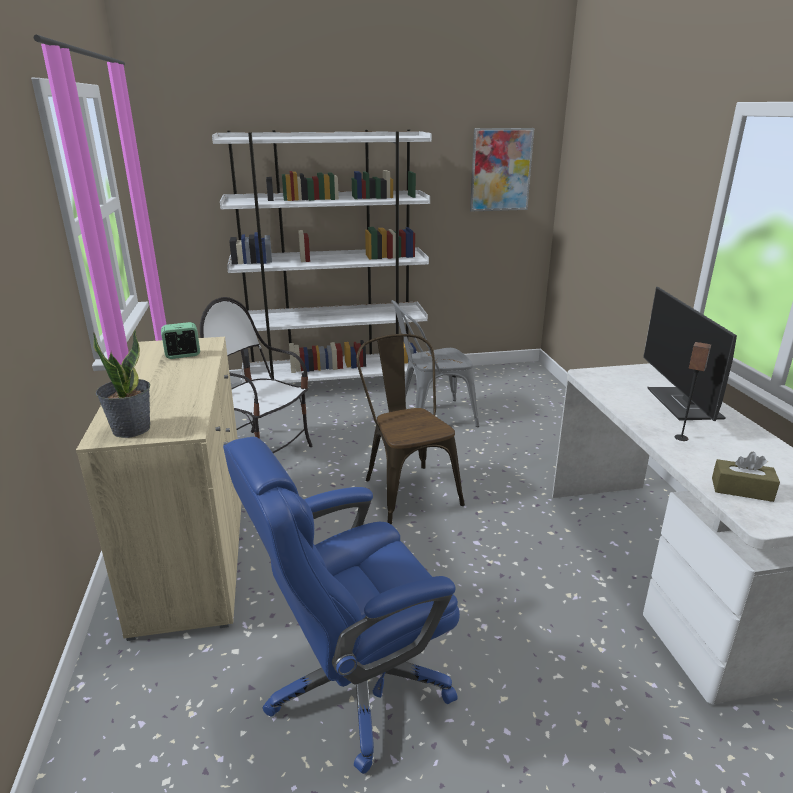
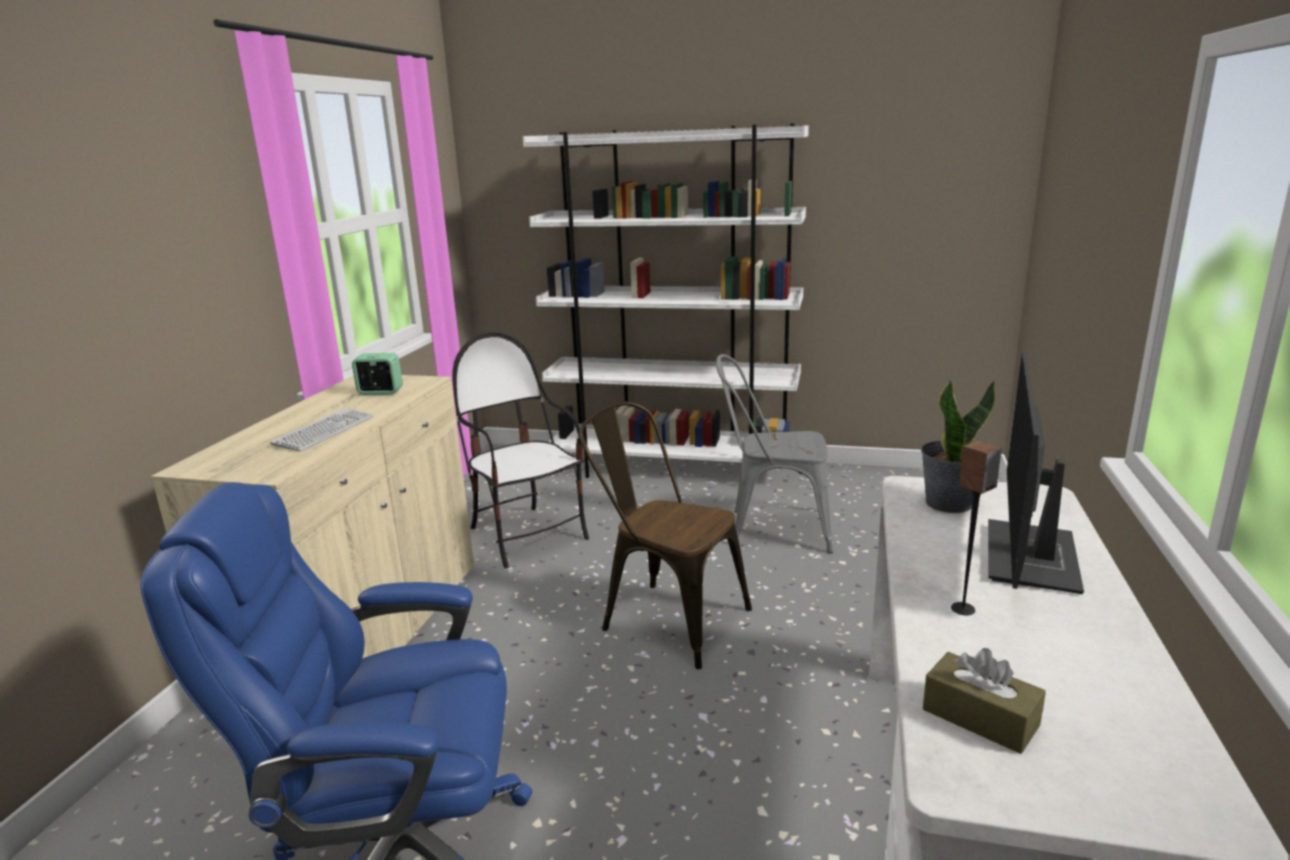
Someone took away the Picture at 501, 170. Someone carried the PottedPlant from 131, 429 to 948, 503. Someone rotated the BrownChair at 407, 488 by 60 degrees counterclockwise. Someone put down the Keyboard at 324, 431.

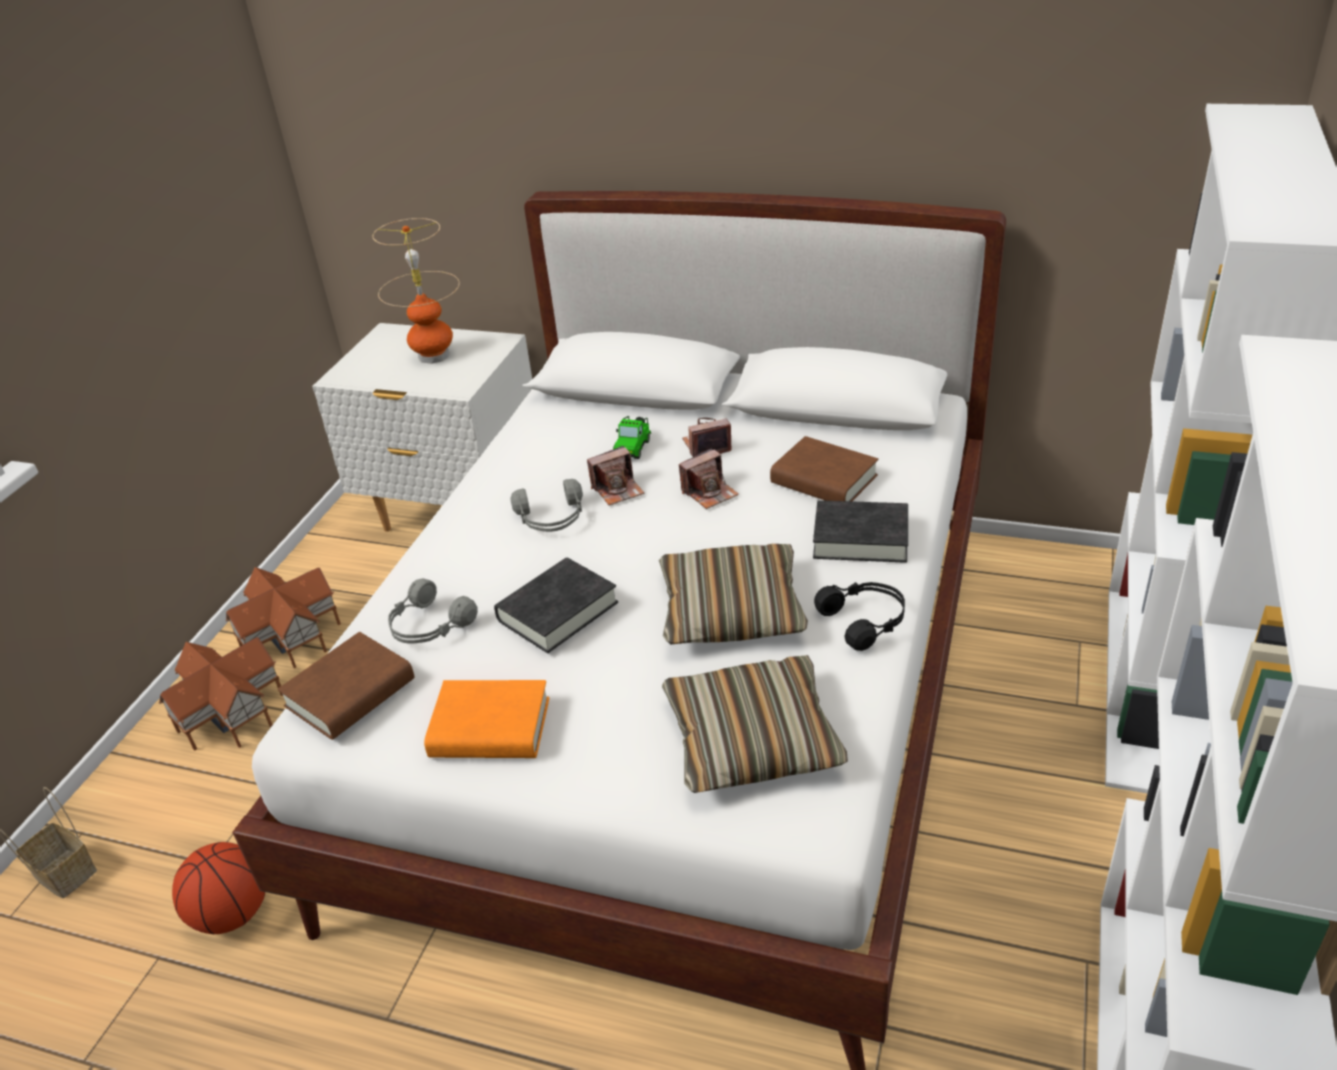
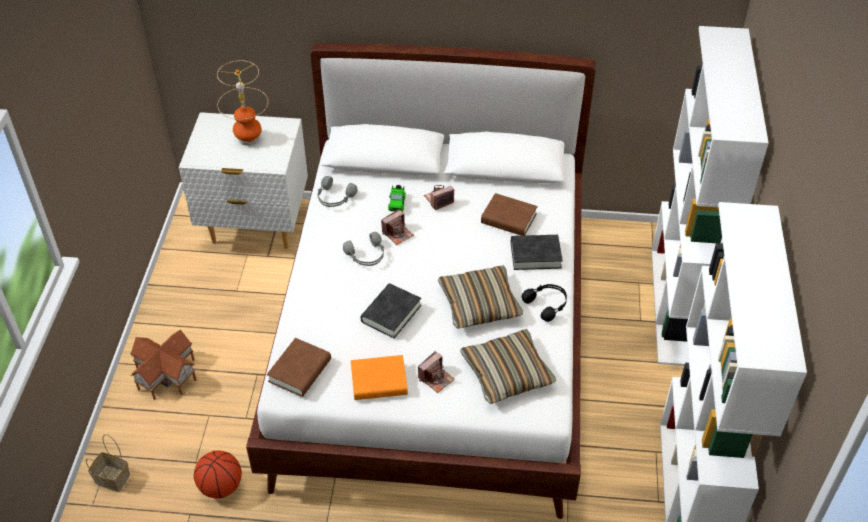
Someone carried the PhotoCamera from 709, 493 to 436, 378. Someone took away the ToyHouse at 292, 635. Someone carried the GreyHeadphones from 428, 626 to 334, 198.

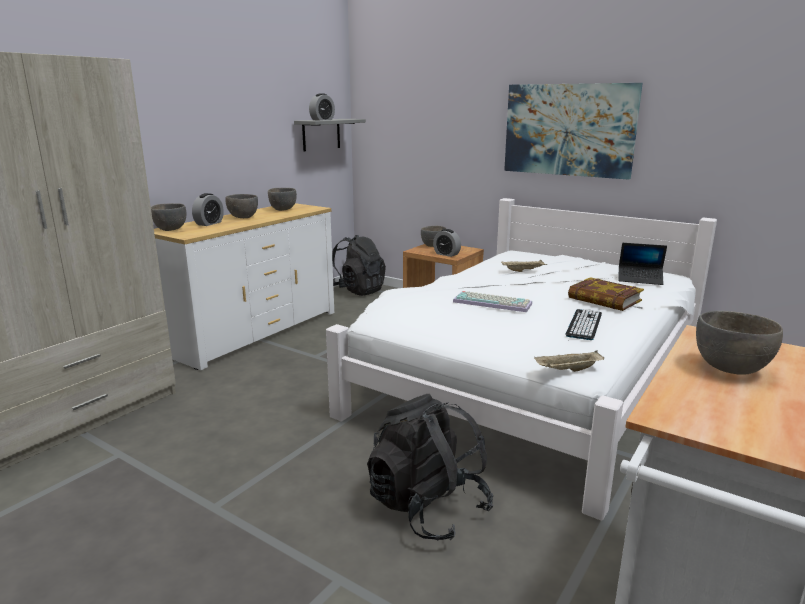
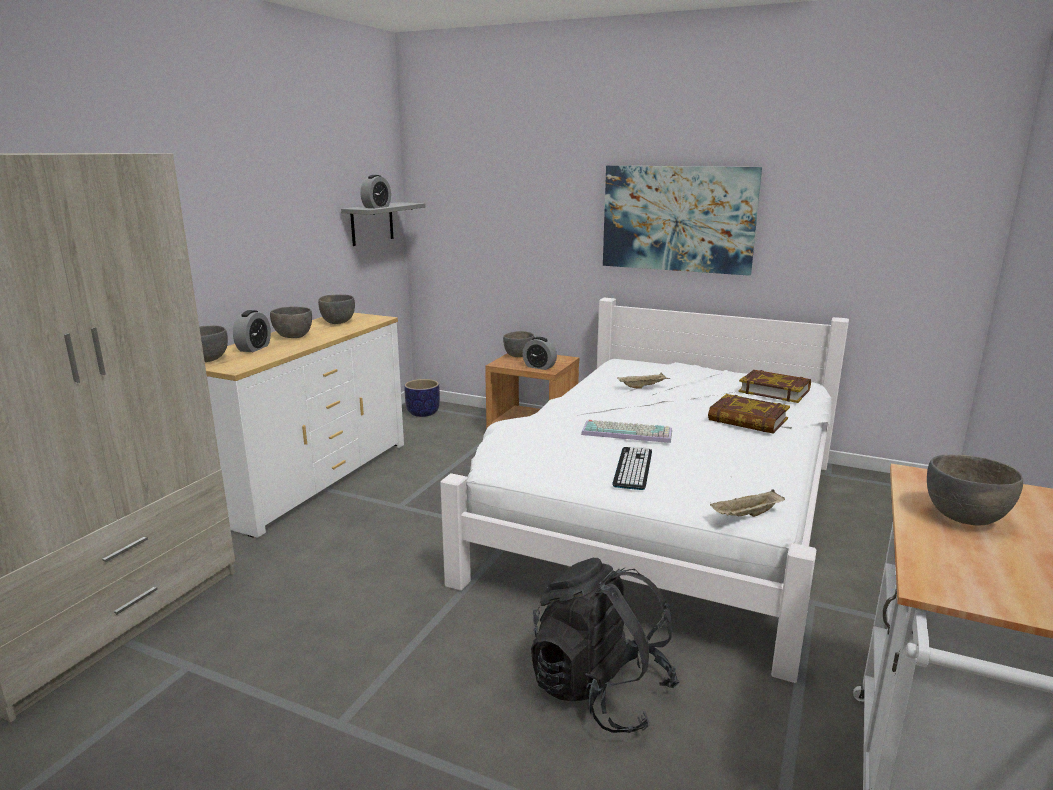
Someone swapped the BlackBackpack at 357, 290 for the Planter at 423, 413. Someone swapped the Laptop at 640, 279 for the Book at 774, 391. Someone carried the Keyboard from 584, 324 to 633, 468.

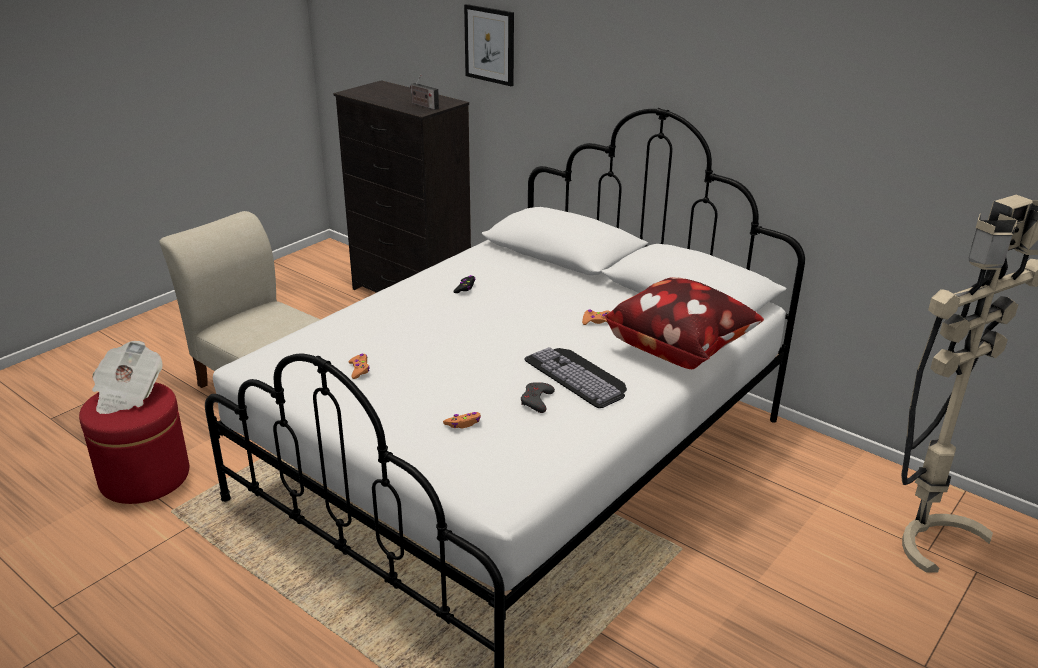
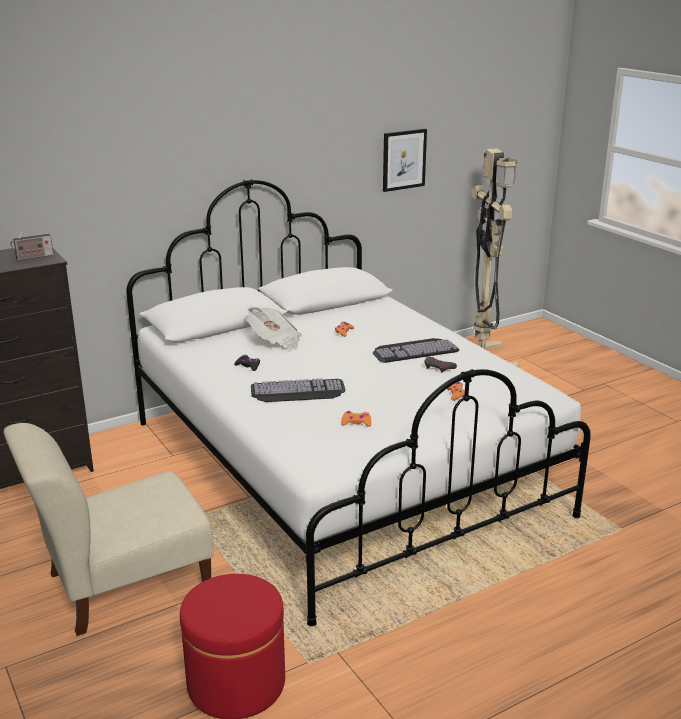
Someone carried the Picture from 490, 45 to 404, 159. Someone took away the Pillow at 679, 348. Someone carried the Newspaper from 128, 394 to 275, 342. Someone put down the Keyboard at 297, 392.

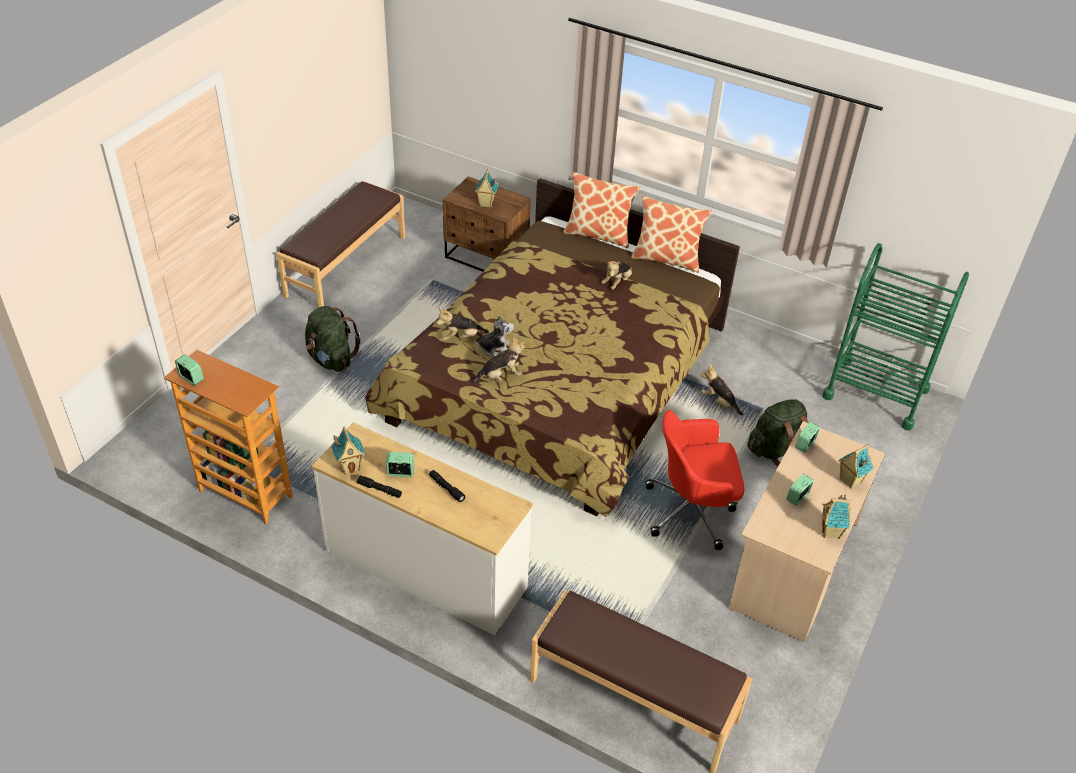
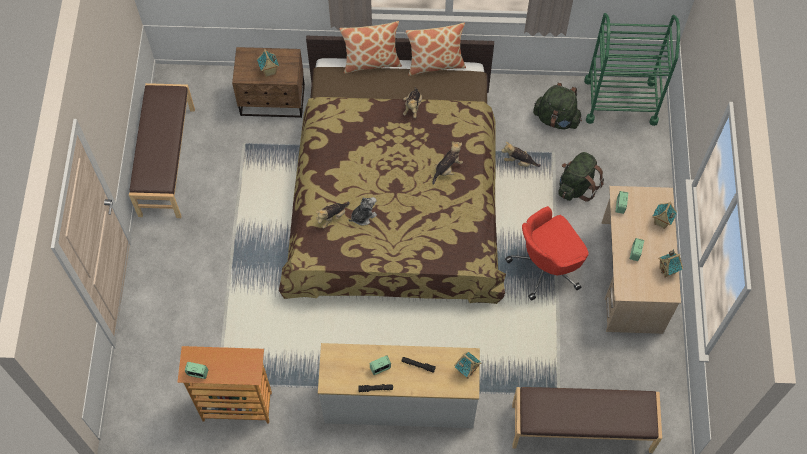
Someone carried the GreenBackpack from 331, 359 to 556, 118. Someone carried the PlushToy from 500, 376 to 447, 169. Someone carried the ToyHouse from 350, 466 to 466, 370.

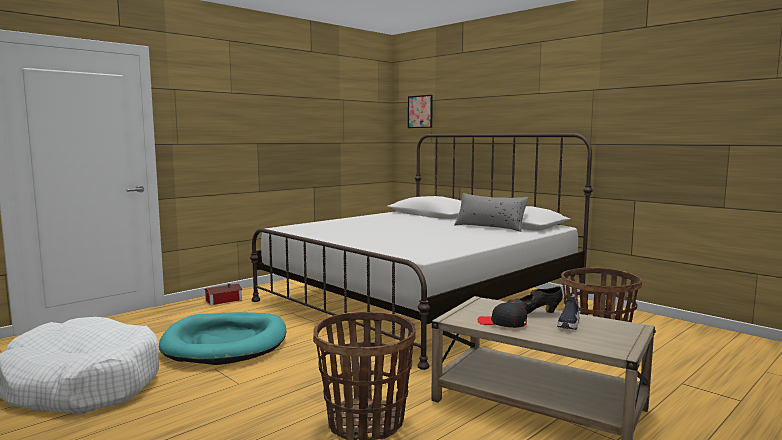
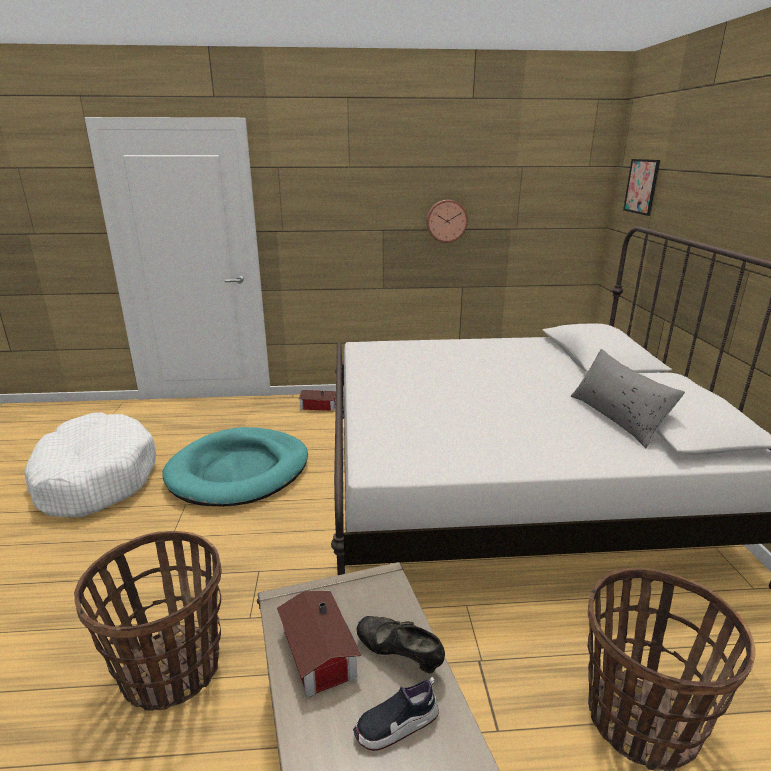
Someone swapped the BlackCap at 502, 323 for the ToyHouse at 317, 655. Someone put up the WallClock at 446, 221.

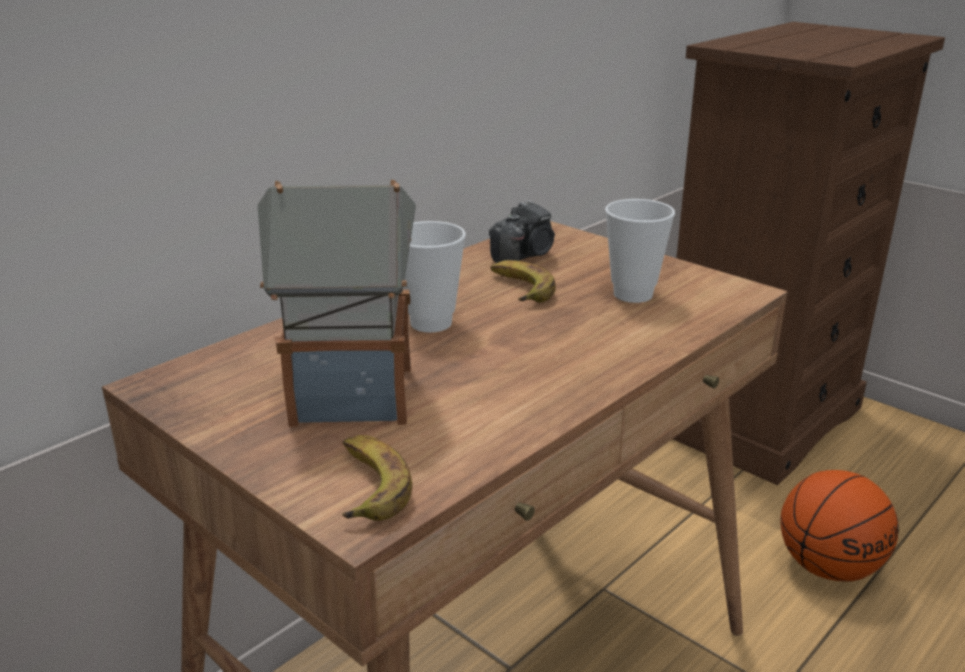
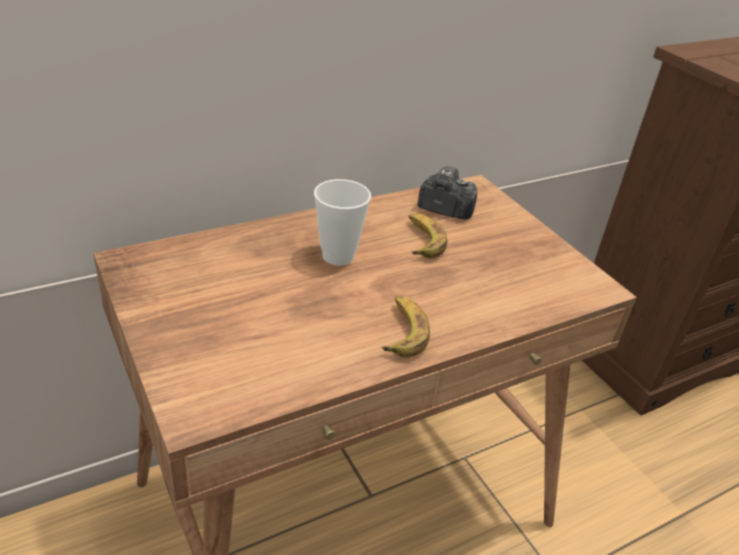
Someone took away the ToyHouse at 348, 396. Someone took away the Cup at 633, 294. Someone rotated the PhotoCamera at 524, 256 by 135 degrees counterclockwise. Someone carried the Banana from 368, 485 to 403, 331. Someone took away the Basketball at 829, 566.

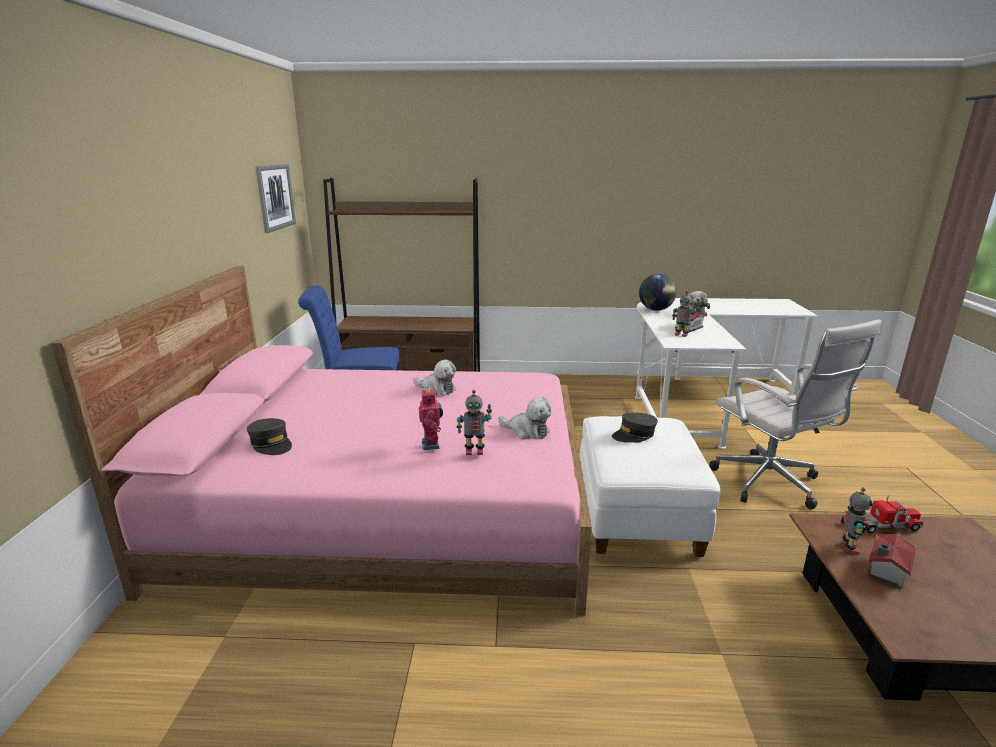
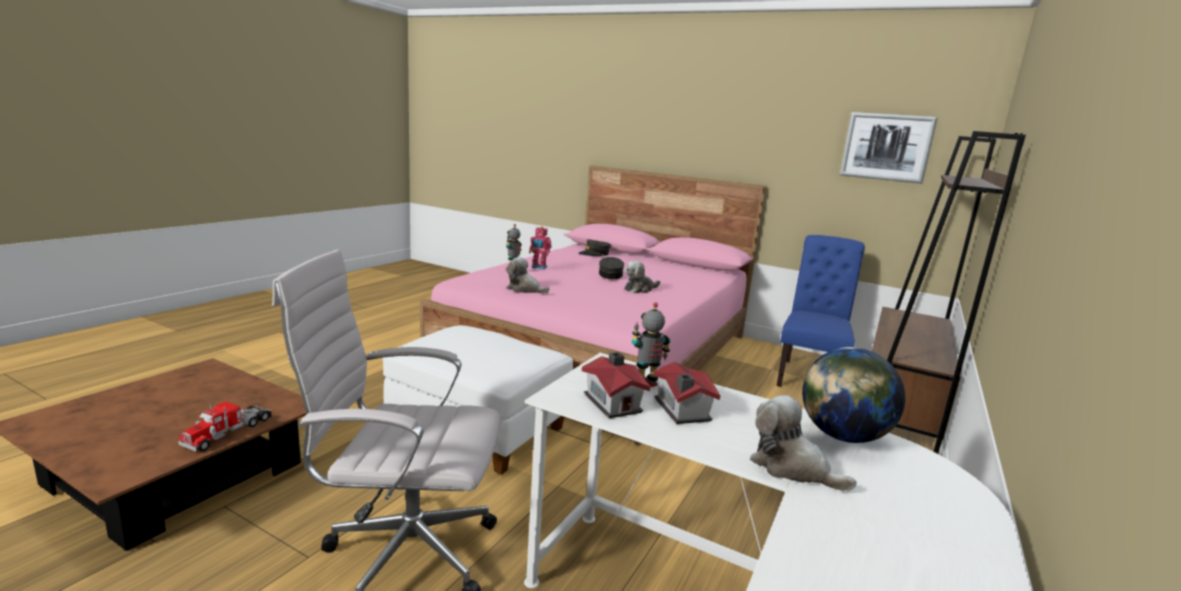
Someone rotated the PlushToy at 527, 431 by 60 degrees clockwise. Someone carried the GreyCap from 634, 435 to 610, 275. Someone took away the ToyRobot at 848, 548. Someone carried the ToyHouse from 885, 571 to 613, 402.

